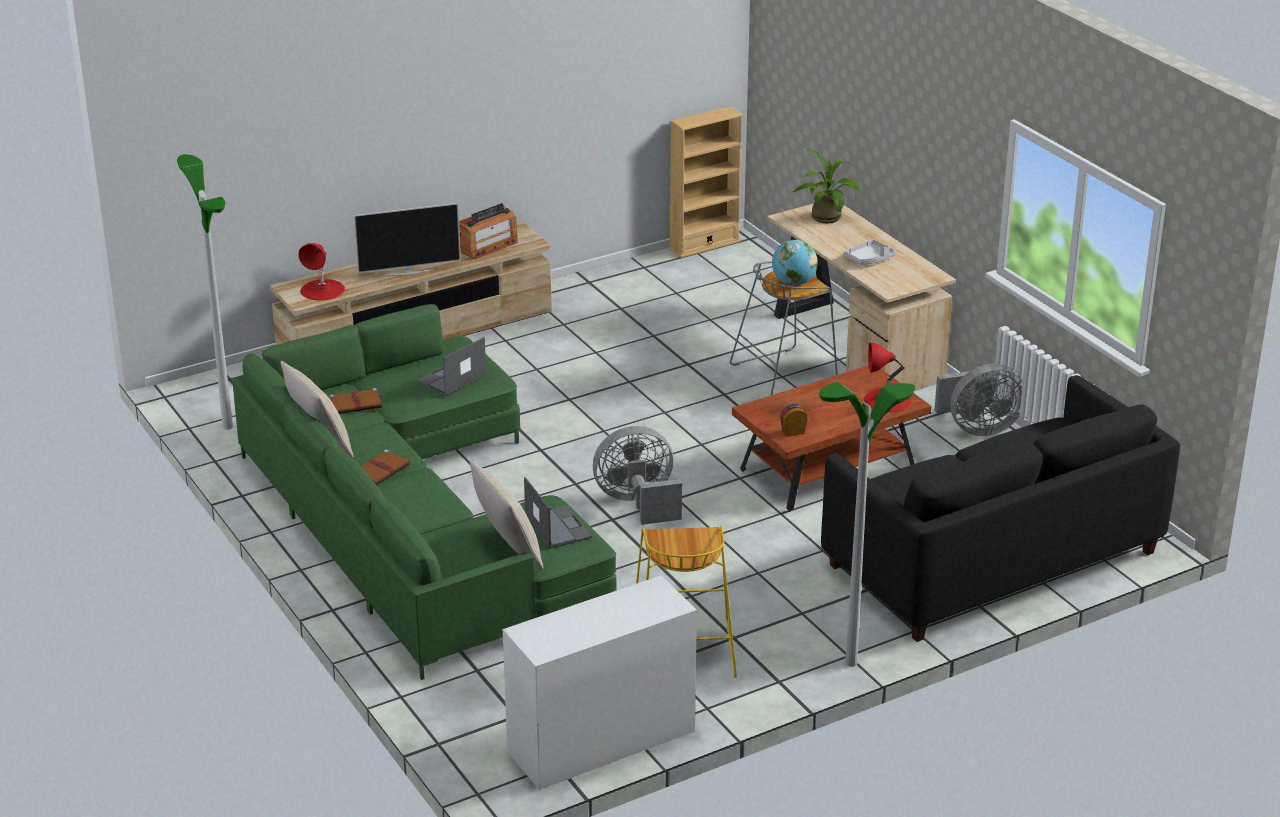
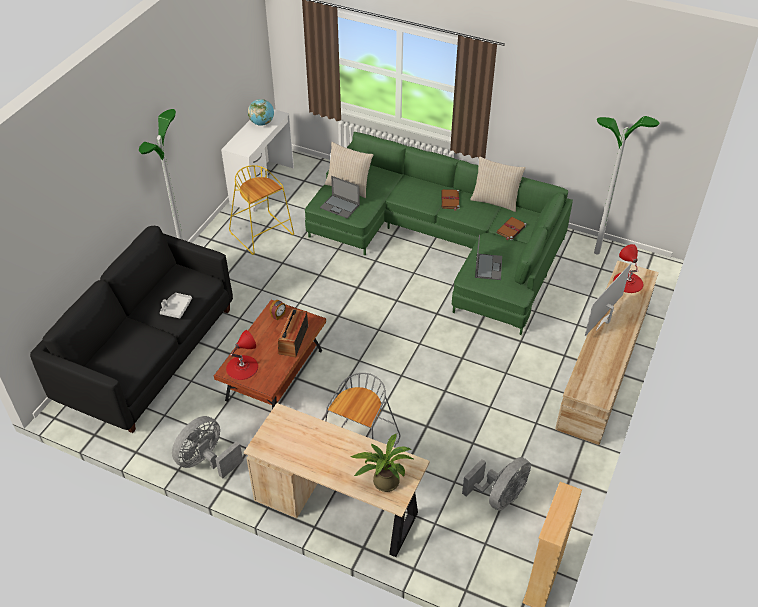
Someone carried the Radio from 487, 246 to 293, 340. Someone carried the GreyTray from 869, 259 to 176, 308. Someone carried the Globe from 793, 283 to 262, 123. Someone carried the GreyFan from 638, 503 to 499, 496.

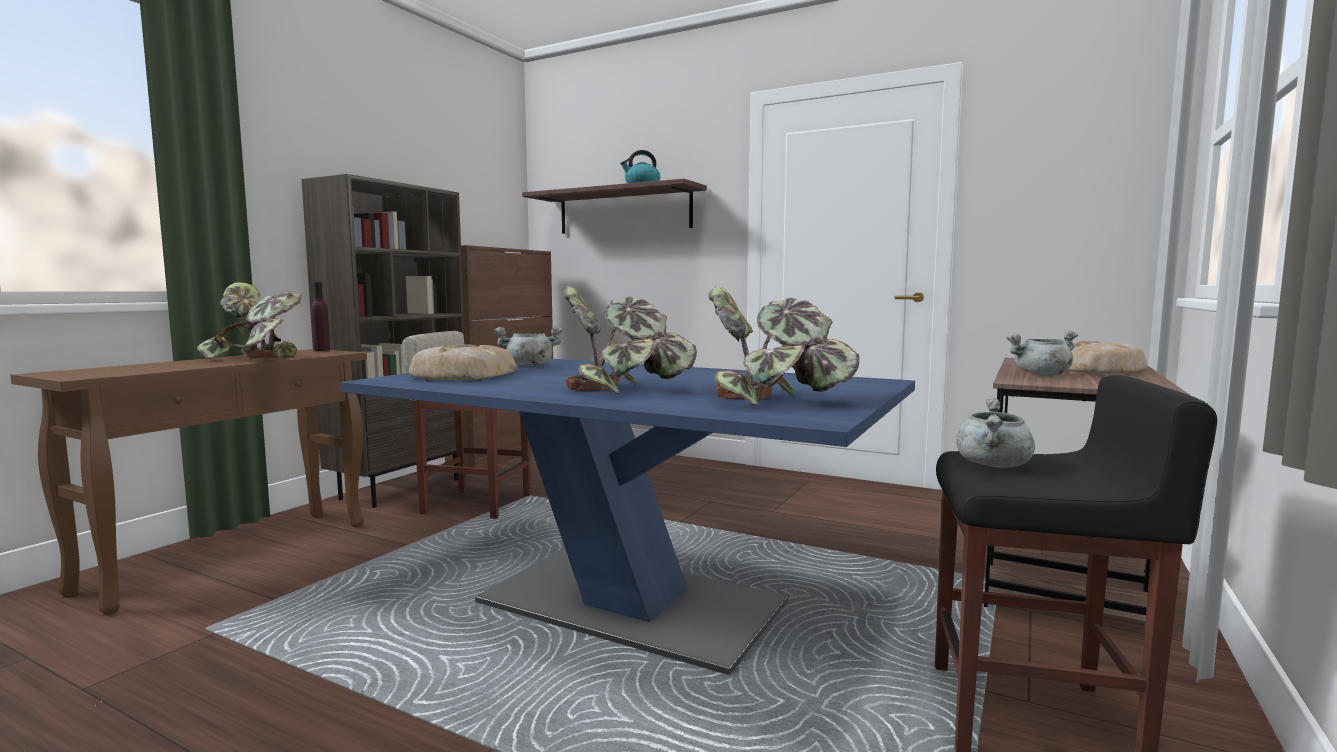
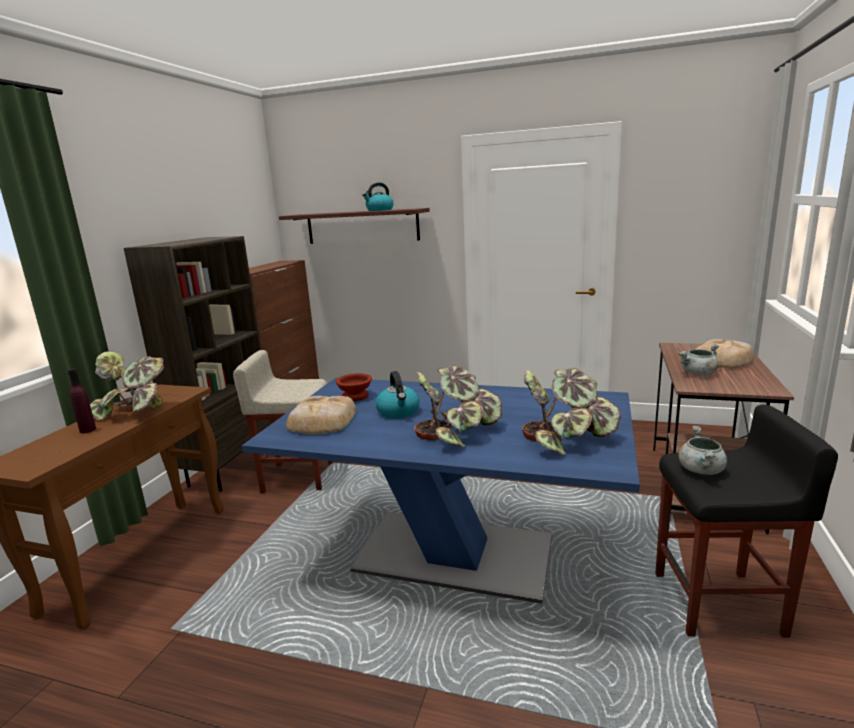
Someone carried the PurpleBottle from 322, 350 to 88, 430. Someone swapped the GreyCookingPot at 529, 366 for the BrownBowl at 354, 397. Someone put down the Kettle at 398, 412.

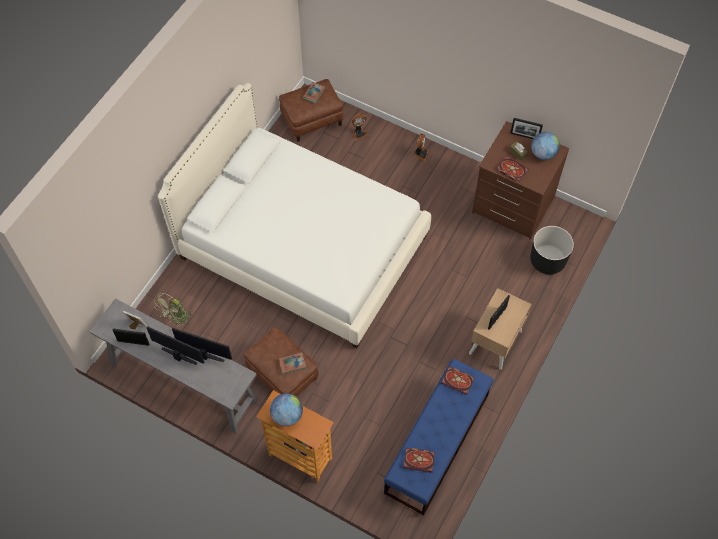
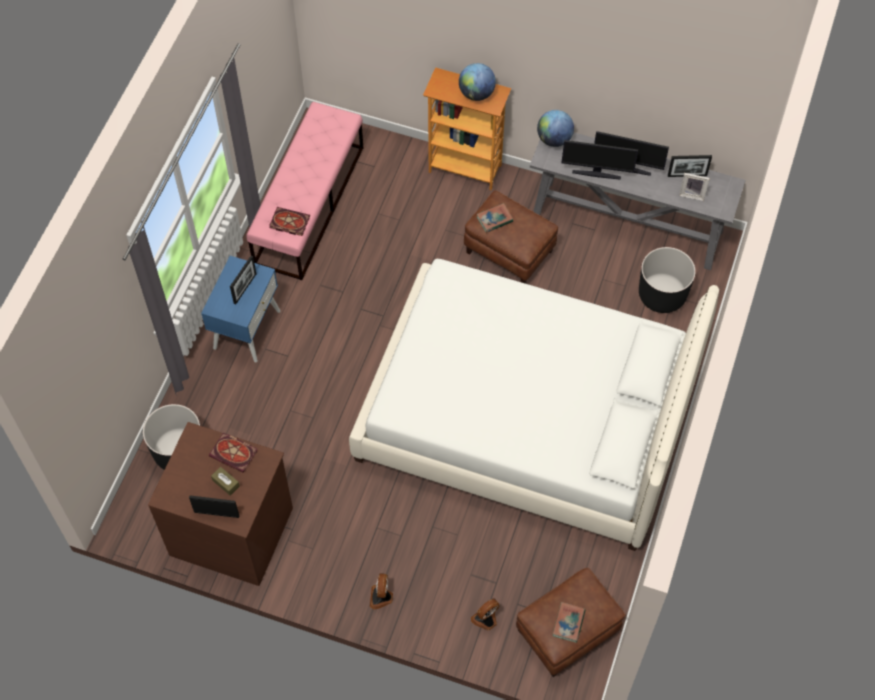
Someone carried the Globe from 543, 154 to 554, 139. Someone repainted the BeigeNightstand at 495, 342, which became the BlueNightstand at 247, 329. Someone swapped the GreenFan at 177, 320 for the BlackPlanter at 662, 295. Someone repainted the BlueBench at 437, 443, which became the PinkBench at 309, 204. Someone took away the Book at 419, 460.

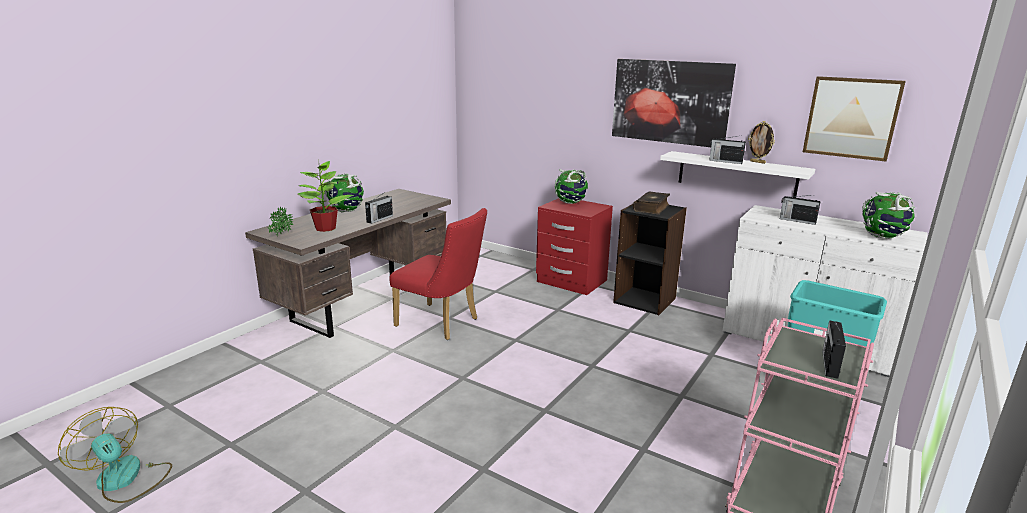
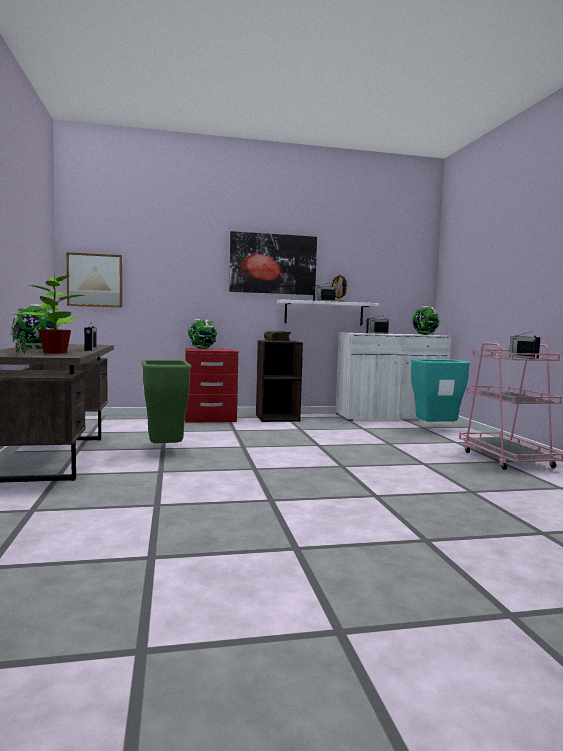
Someone carried the Picture from 851, 118 to 95, 280. Someone swapped the RedChair at 442, 323 for the GreenTrashCan at 165, 452. Someone took away the Fan at 125, 480.

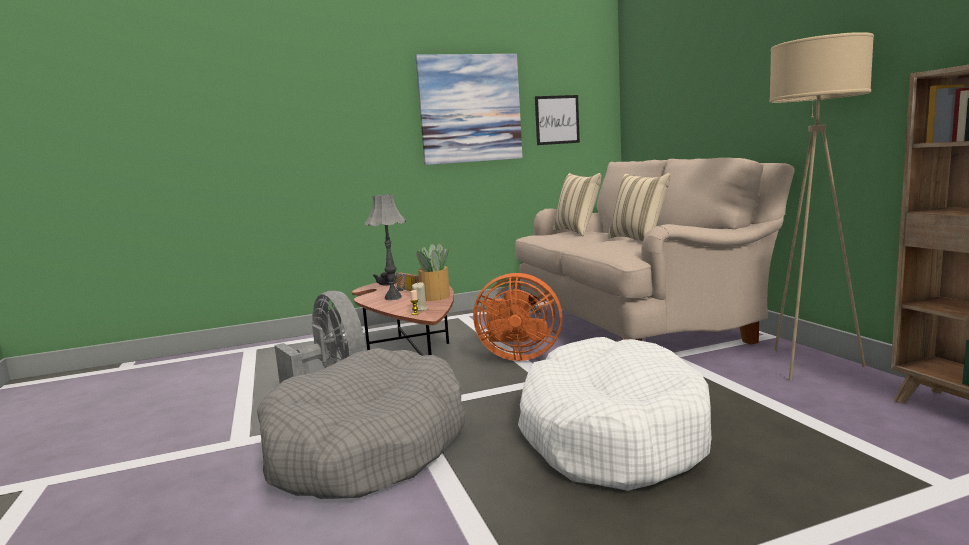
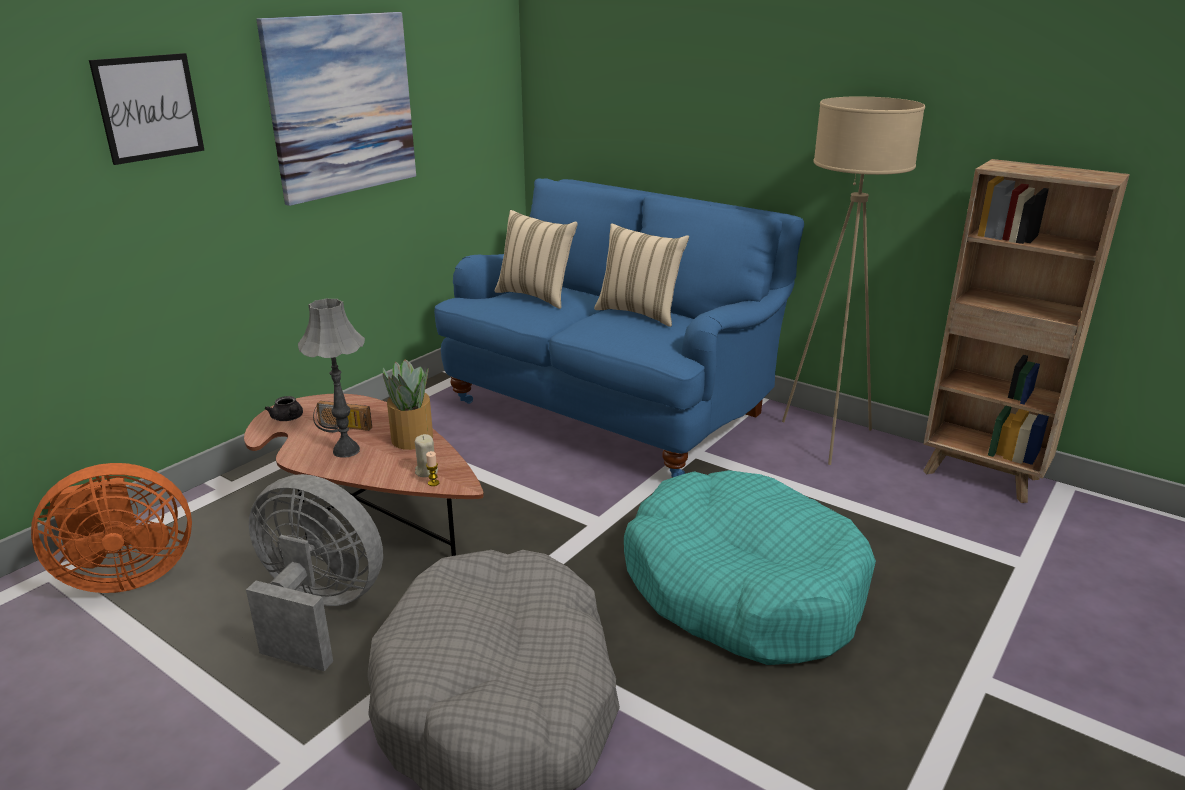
Someone carried the Picture from 557, 120 to 149, 108. Someone repainted the BeigeSofa at 636, 326, which became the BlueSofa at 613, 406. Someone carried the OrangeFan from 518, 356 to 125, 576. Someone repainted the WhiteDogBed at 611, 434, which became the TurquoiseDogBed at 742, 588.

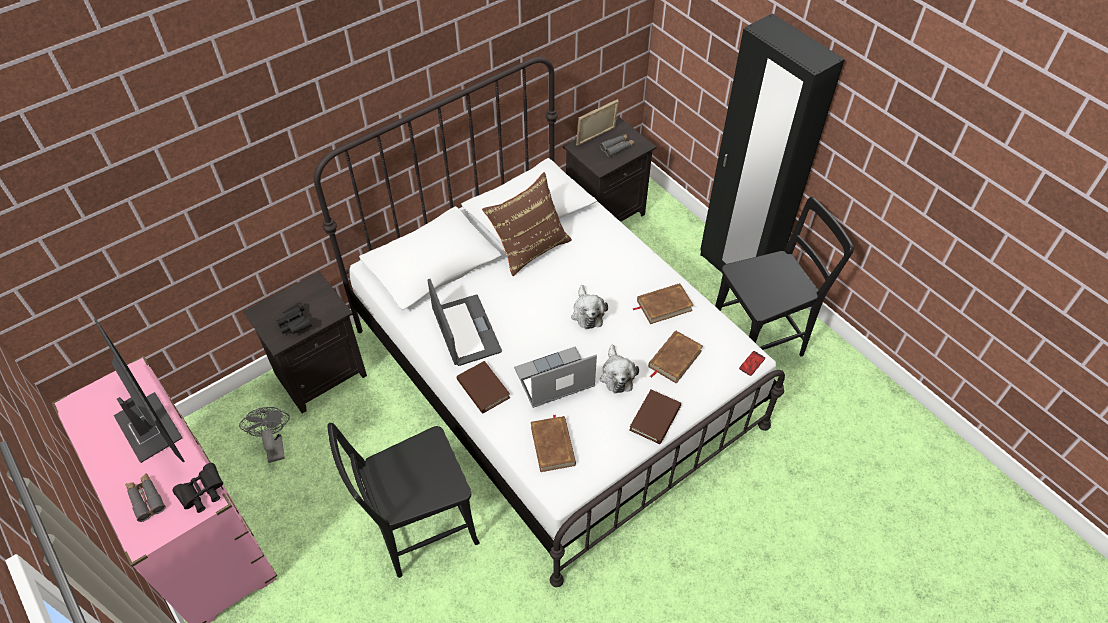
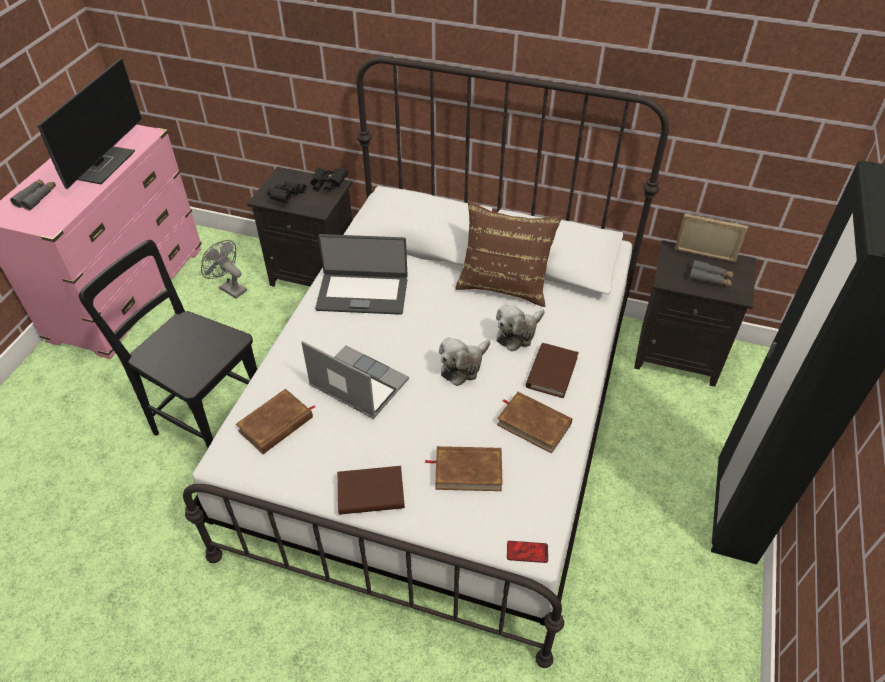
Someone took away the BlackChair at 760, 340. Someone rotated the Laptop at 465, 331 by 60 degrees clockwise. Someone carried the PlushToy from 617, 375 to 518, 333. Someone carried the BrownBook from 483, 389 to 551, 372. Someone rotated the GreyFan at 274, 445 by 90 degrees counterclockwise. Someone carried the BlackBinoculars from 203, 494 to 328, 185.

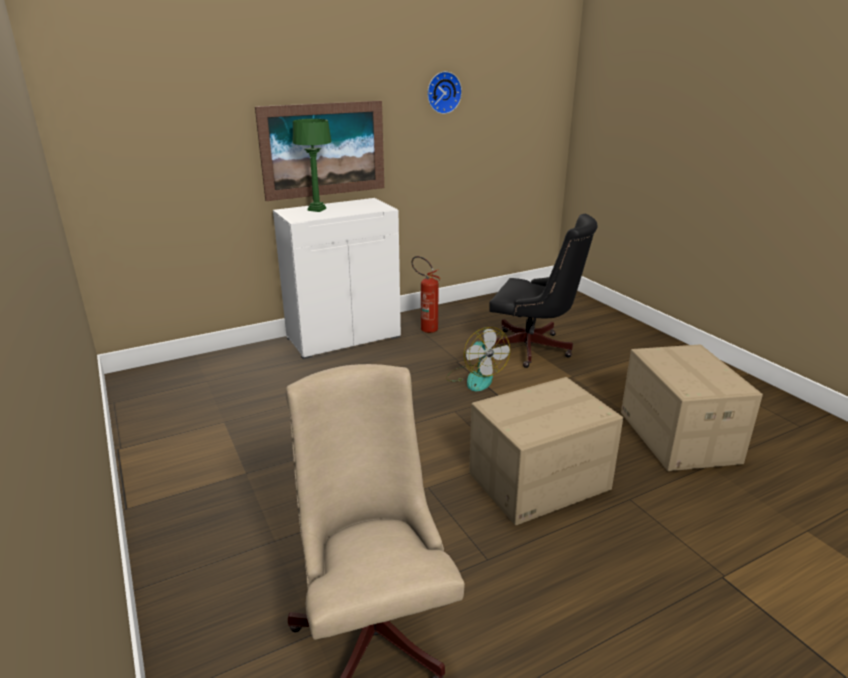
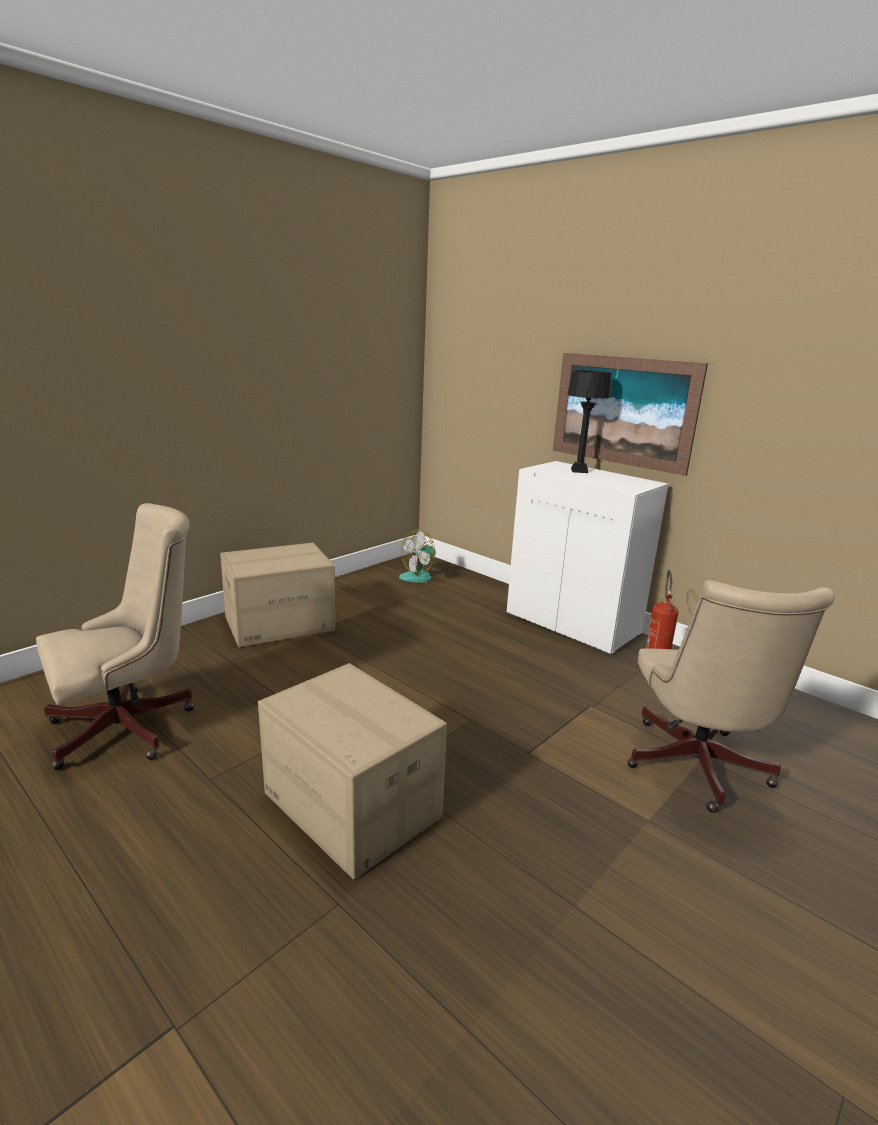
Someone took away the WallClock at 443, 92. Someone repainted the GreenTableLamp at 317, 209, which became the BlackTableLamp at 579, 471. Someone repainted the BlackOfficeChair at 533, 349, which became the BeigeOfficeChair at 696, 769. Someone carried the Fan from 475, 378 to 422, 576. Someone carried the CardboardBox from 676, 437 to 279, 623.

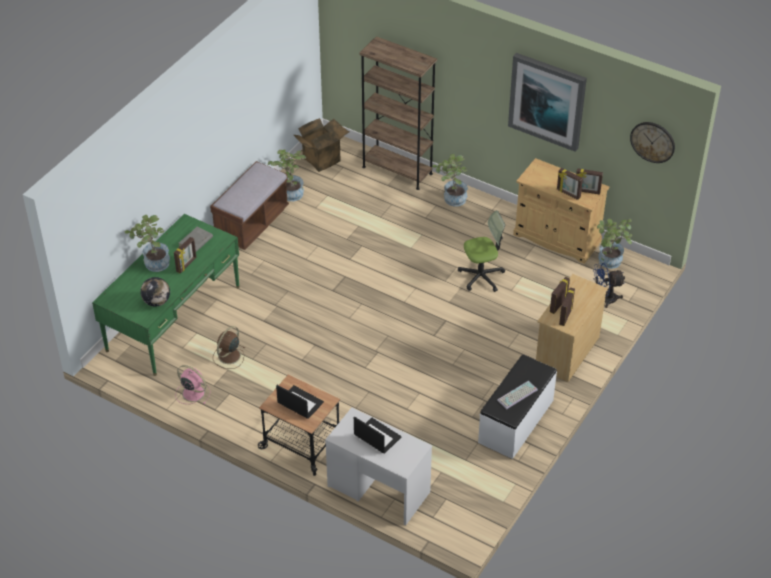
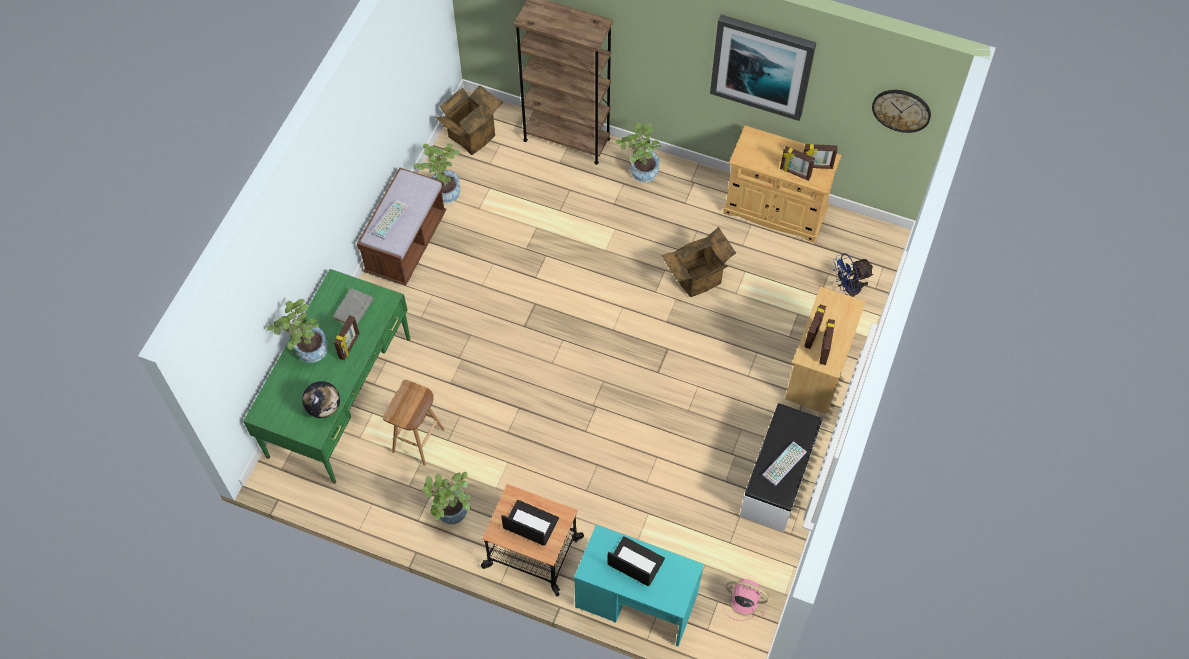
Someone swapped the OfficeChair at 481, 276 for the CardboardBox at 697, 279. Someone carried the PottedPlant from 609, 263 to 451, 515. Someone swapped the BrownFan at 228, 356 for the BrownStool at 418, 441. Someone carried the PinkFan from 192, 392 to 743, 601. Someone repainted the WhiteDesk at 378, 489, which became the TurquoiseDesk at 636, 601. Someone put down the Keyboard at 390, 219.

